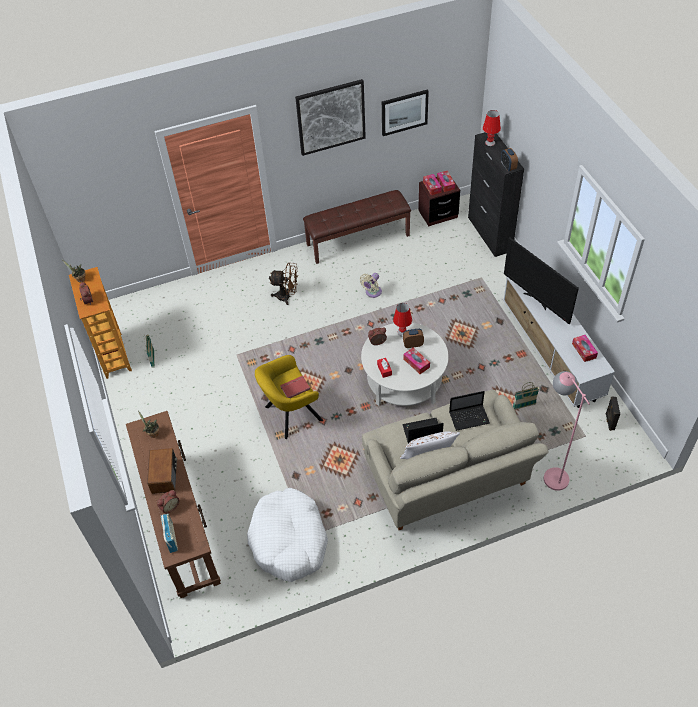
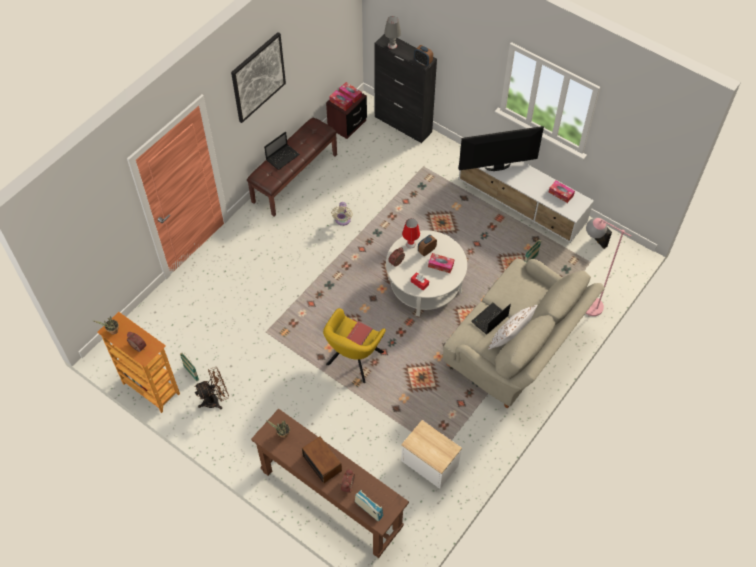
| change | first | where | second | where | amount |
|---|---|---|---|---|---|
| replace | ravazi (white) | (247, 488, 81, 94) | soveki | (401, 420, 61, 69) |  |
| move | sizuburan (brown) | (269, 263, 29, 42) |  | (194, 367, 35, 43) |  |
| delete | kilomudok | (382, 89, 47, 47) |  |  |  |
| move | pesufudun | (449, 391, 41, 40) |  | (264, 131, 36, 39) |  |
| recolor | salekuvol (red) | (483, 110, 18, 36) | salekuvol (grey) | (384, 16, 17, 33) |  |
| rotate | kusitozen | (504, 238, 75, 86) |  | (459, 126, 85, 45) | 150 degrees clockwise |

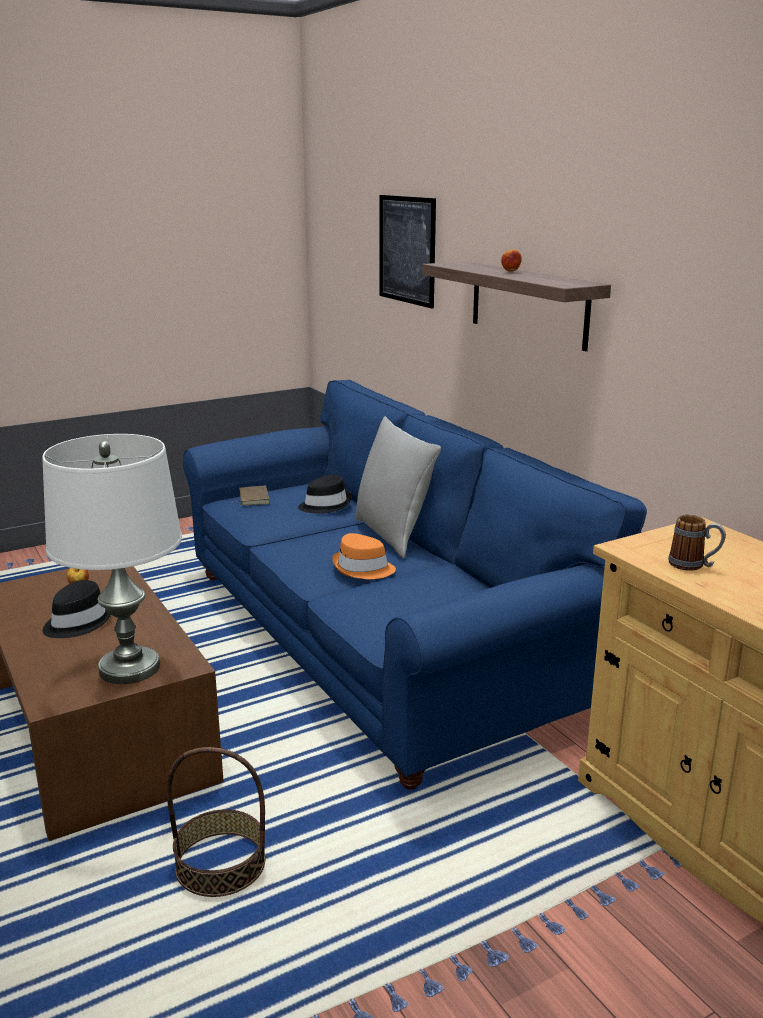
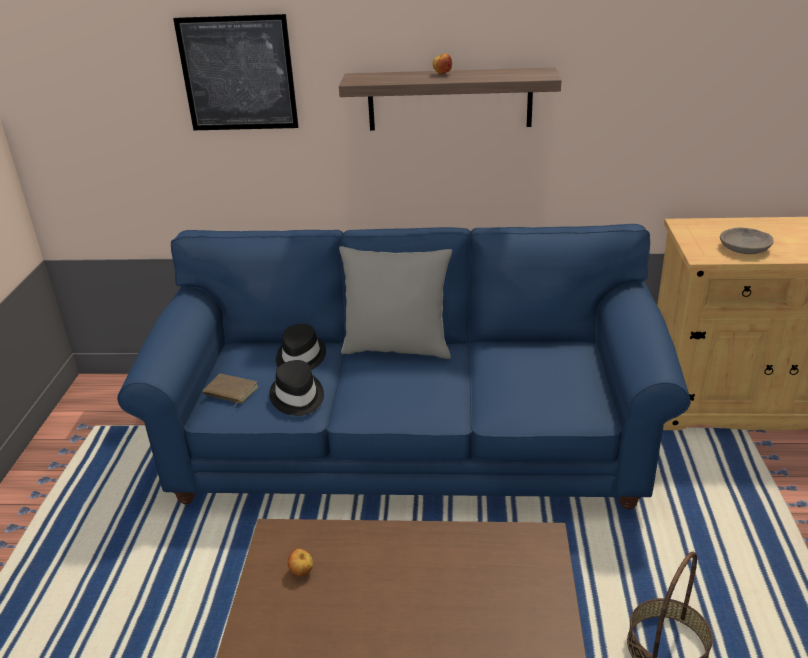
| change | first | where | second | where | amount |
|---|---|---|---|---|---|
| delete | salekuvol (white) | (42, 434, 140, 250) |  |  |  |
| move | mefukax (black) | (43, 580, 68, 58) |  | (269, 360, 55, 56) |  |
| delete | mefukax (orange) | (332, 533, 64, 46) |  |  |  |
| replace | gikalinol | (668, 515, 58, 56) | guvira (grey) | (720, 228, 54, 26) |  |

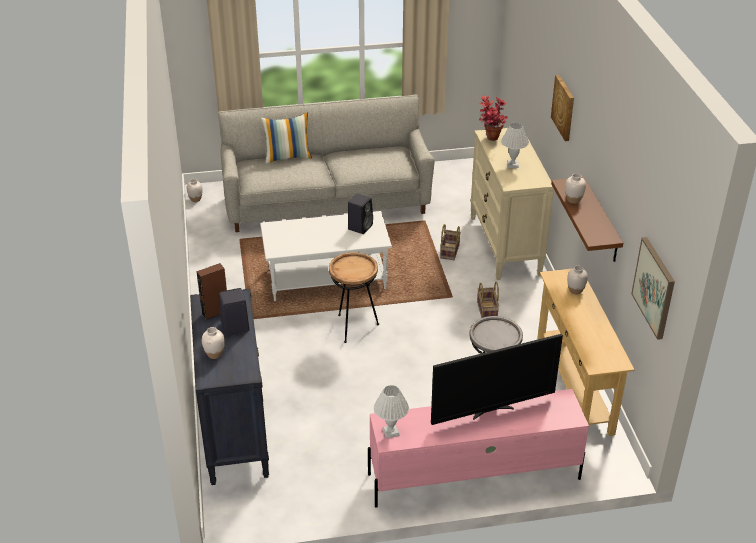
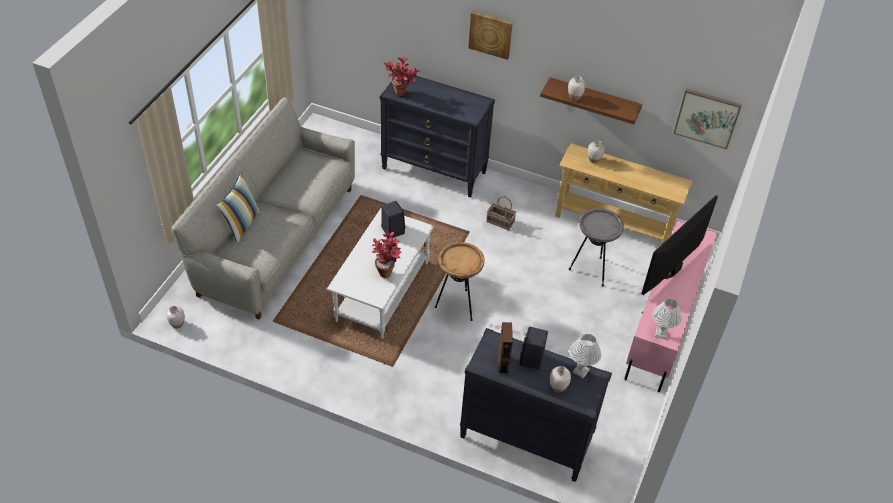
| change | first | where | second | where | amount |
|---|---|---|---|---|---|
| rotate | kusitozen | (431, 334, 132, 91) |  | (641, 195, 77, 100) | 150 degrees counterclockwise |
| delete | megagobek | (440, 224, 21, 36) |  |  |  |
| recolor | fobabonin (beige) | (470, 128, 84, 152) | fobabonin (black) | (380, 76, 115, 122) |  |
| move | salekuvol (white) | (501, 123, 28, 45) |  | (569, 334, 33, 44) |  |
| insert |  |  | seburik | (372, 232, 29, 46) |  |

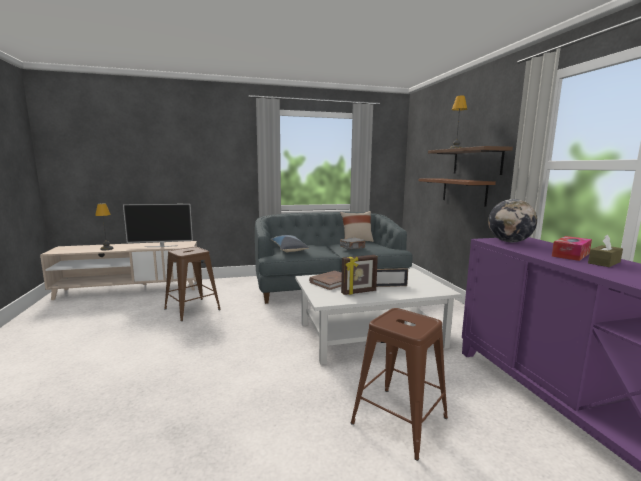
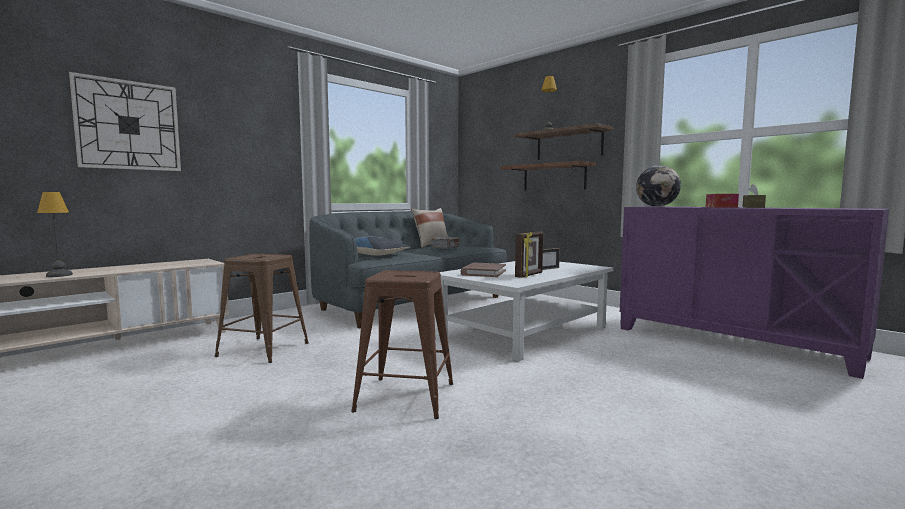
| change | first | where | second | where | amount |
|---|---|---|---|---|---|
| delete | kusitozen | (123, 204, 70, 43) |  |  |  |
| move | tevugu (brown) | (351, 308, 97, 153) |  | (351, 270, 102, 149) |  |
| insert |  |  | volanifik | (69, 72, 112, 99) |  |

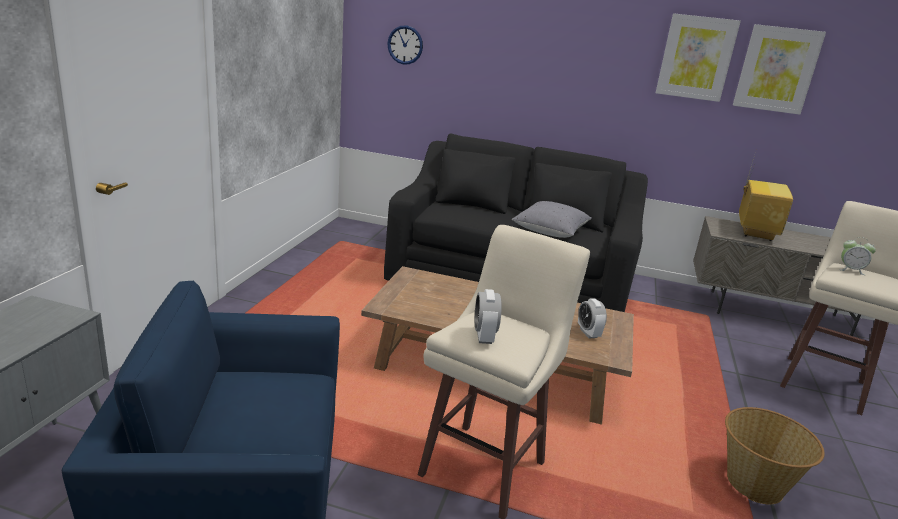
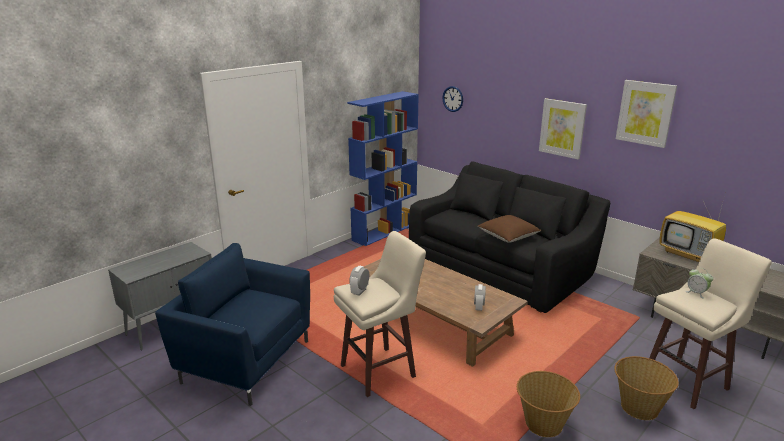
| change | first | where | second | where | amount |
|---|---|---|---|---|---|
| recolor | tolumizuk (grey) | (512, 201, 80, 37) | tolumizuk (brown) | (478, 215, 63, 28) |  |
| move | kilomudok | (733, 24, 93, 91) |  | (539, 98, 48, 62) |  |
| rotate | kusitozen | (739, 148, 54, 93) |  | (659, 199, 67, 63) | 90 degrees clockwise |
| insert |  |  | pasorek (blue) | (347, 91, 72, 155) |  |
| insert |  |  | megagobek | (614, 356, 65, 64) |  |

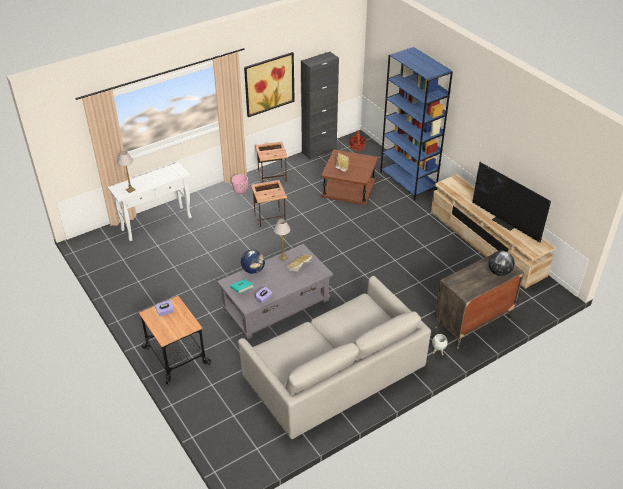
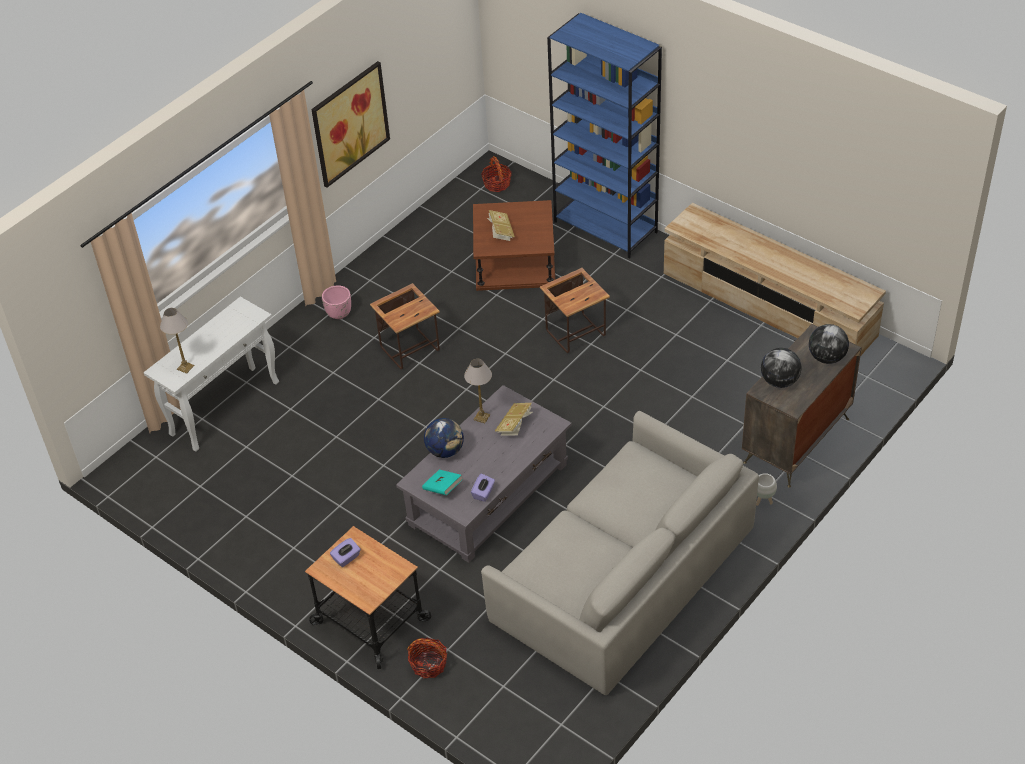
| change | first | where | second | where | amount |
|---|---|---|---|---|---|
| move | soveki | (255, 142, 33, 41) |  | (540, 268, 70, 85) |  |
| delete | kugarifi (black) | (301, 52, 38, 107) |  |  |  |
| delete | kusitozen | (472, 162, 79, 81) |  |  |  |
| insert |  |  | megagobek | (407, 638, 40, 41) |  |
| insert |  |  | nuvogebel | (761, 348, 40, 40) |  |

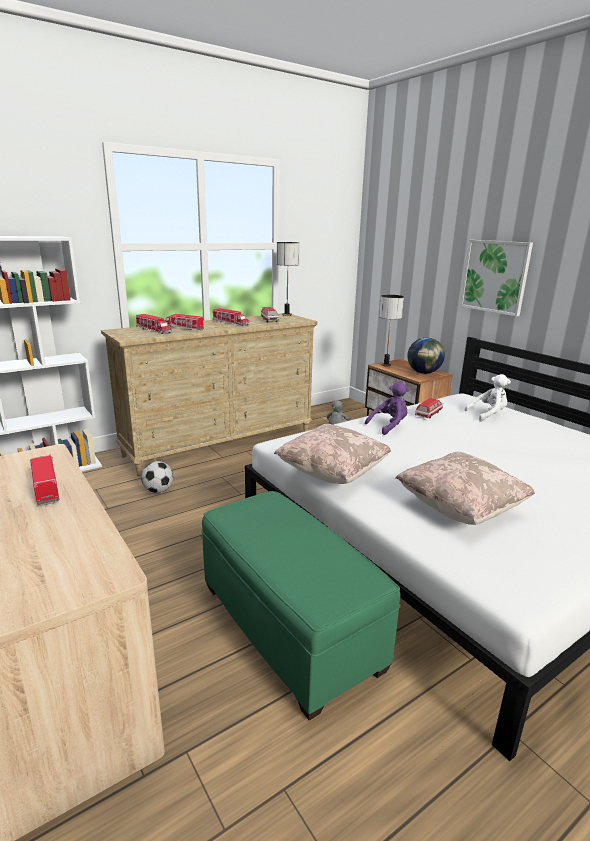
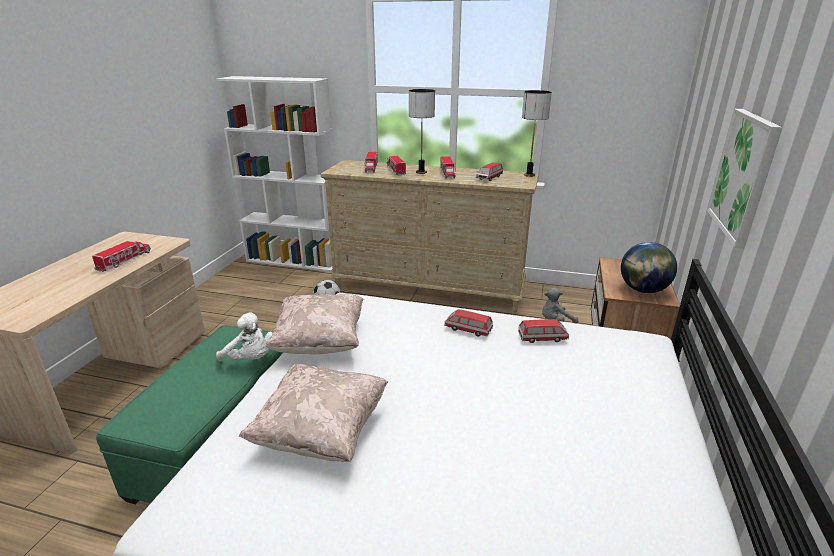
| change | first | where | second | where | amount |
|---|---|---|---|---|---|
| replace | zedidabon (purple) | (365, 382, 44, 53) | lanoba | (444, 309, 49, 28) |  |
| move | salekuvol | (379, 295, 25, 71) |  | (409, 89, 26, 85) |  |
| move | zedidabon (white) | (465, 374, 46, 48) |  | (216, 312, 57, 50) |  |

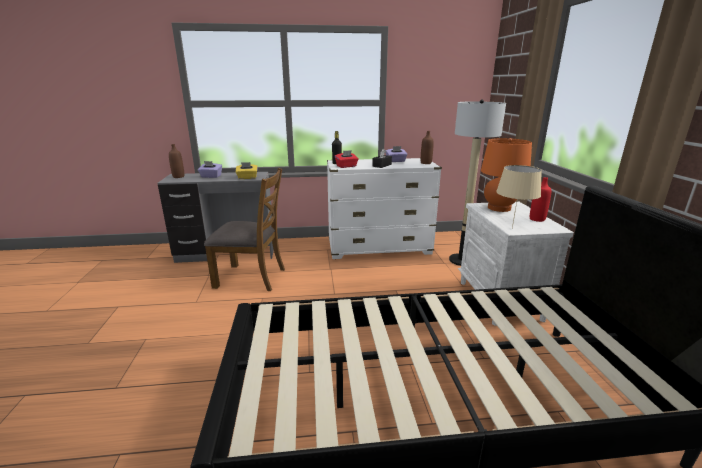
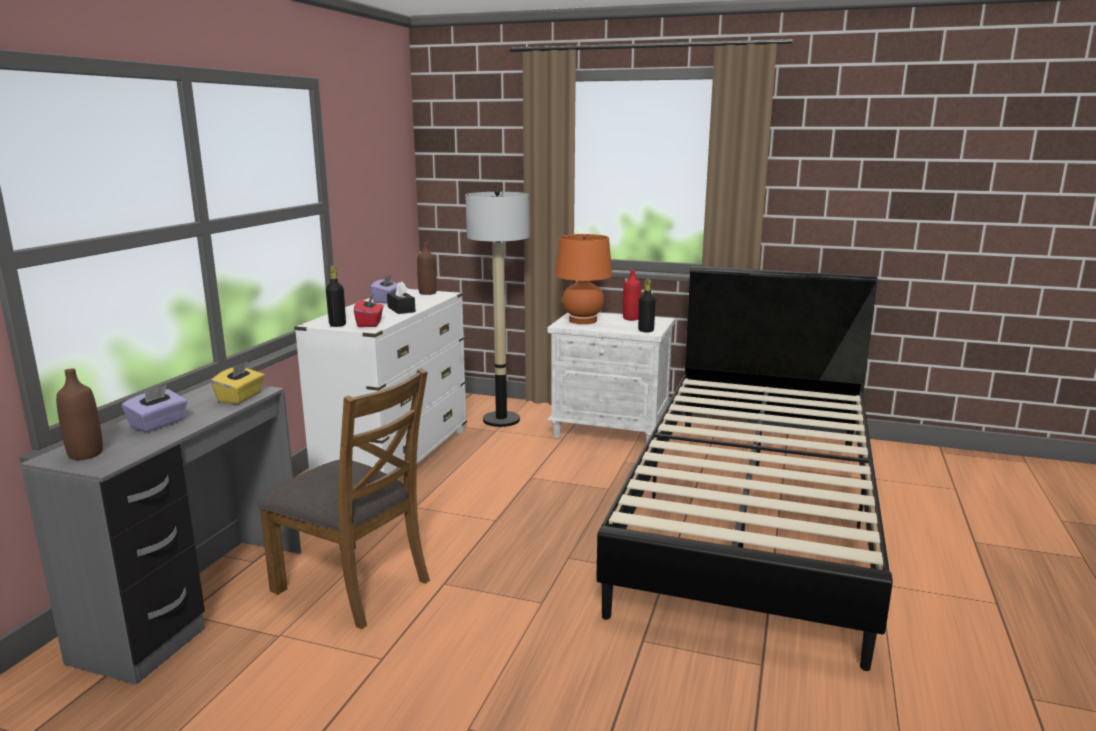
| change | first | where | second | where | amount |
|---|---|---|---|---|---|
| rotate | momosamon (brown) | (204, 168, 81, 123) |  | (258, 368, 172, 261) | 90 degrees clockwise |
| replace | salekuvol (beige) | (496, 165, 46, 63) | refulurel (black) | (638, 279, 18, 53) |  |

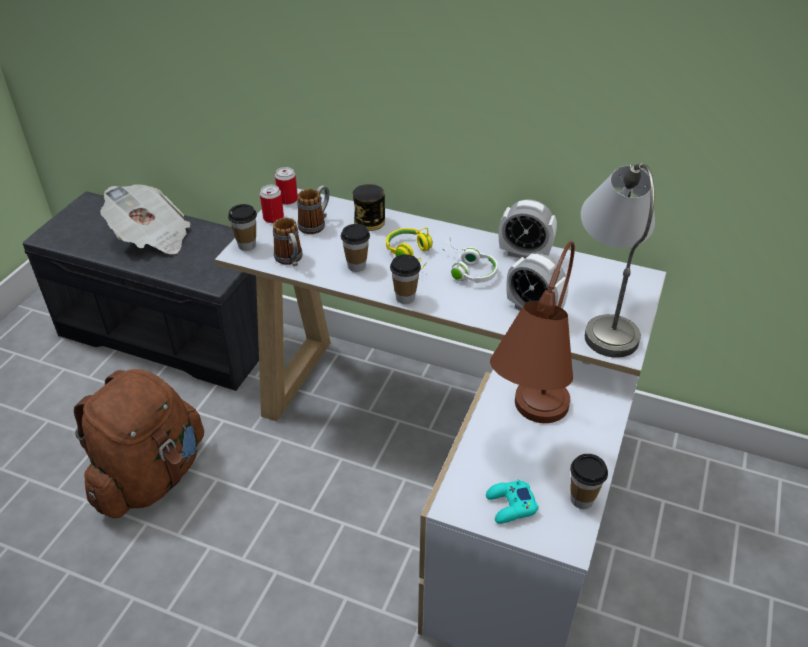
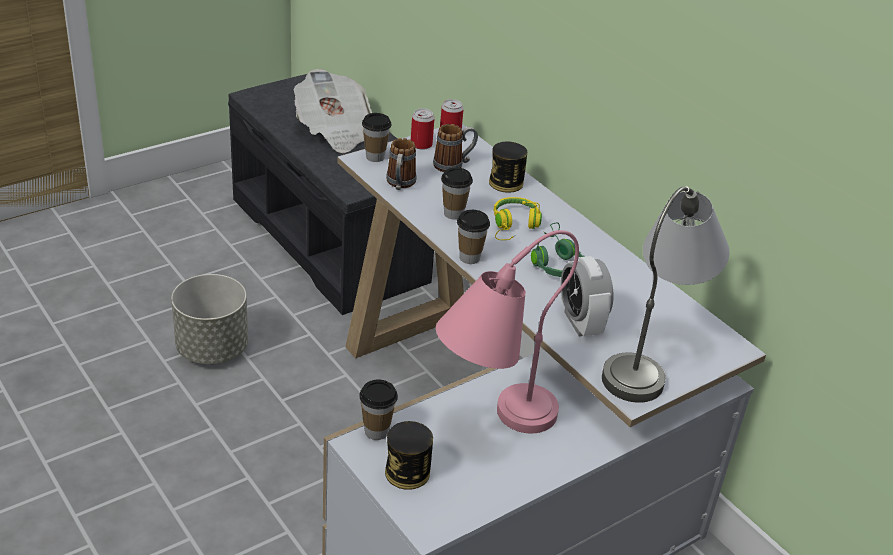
| change | first | where | second | where | amount |
|---|---|---|---|---|---|
| replace | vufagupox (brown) | (74, 369, 130, 149) | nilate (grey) | (171, 274, 77, 90) |  |
| recolor | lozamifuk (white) | (443, 237, 55, 46) | lozamifuk (green) | (531, 222, 54, 55) |  |
| replace | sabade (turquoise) | (486, 479, 53, 45) | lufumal | (385, 421, 48, 69) |  |
| recolor | salekuvol (brown) | (490, 241, 85, 182) | salekuvol (pink) | (436, 230, 143, 203) |  |
| delete | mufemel | (499, 199, 58, 60) |  |  |  |
| move | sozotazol | (570, 454, 38, 55) |  | (359, 379, 39, 61) |  |

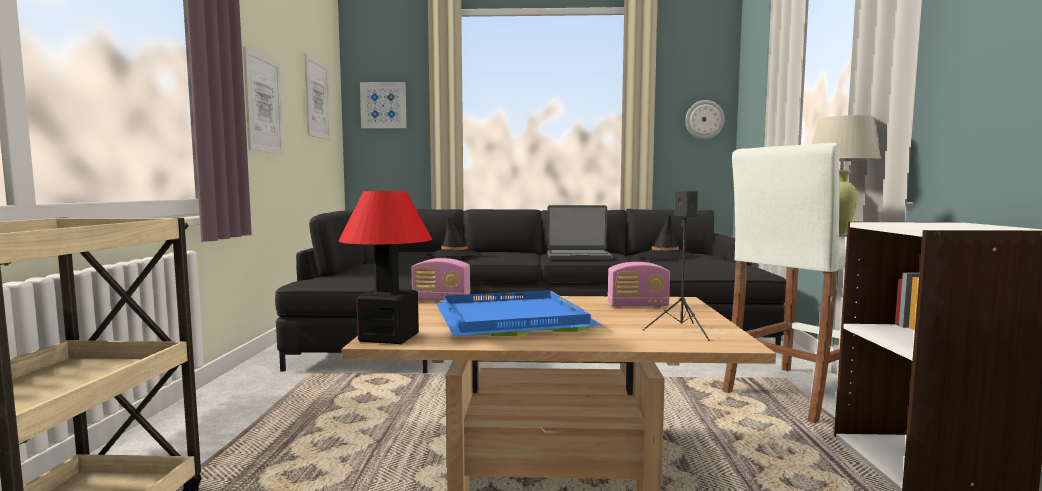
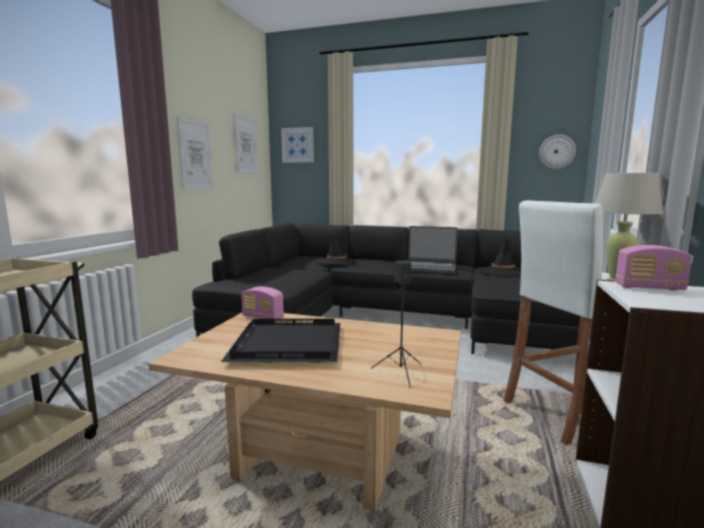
| change | first | where | second | where | amount |
|---|---|---|---|---|---|
| delete | salekuvol | (338, 191, 94, 153) |  |  |  |
| recolor | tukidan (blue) | (436, 290, 167, 46) | tukidan (black) | (221, 319, 119, 45) |  |
| move | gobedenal | (607, 262, 63, 46) |  | (615, 245, 77, 46) |  |

